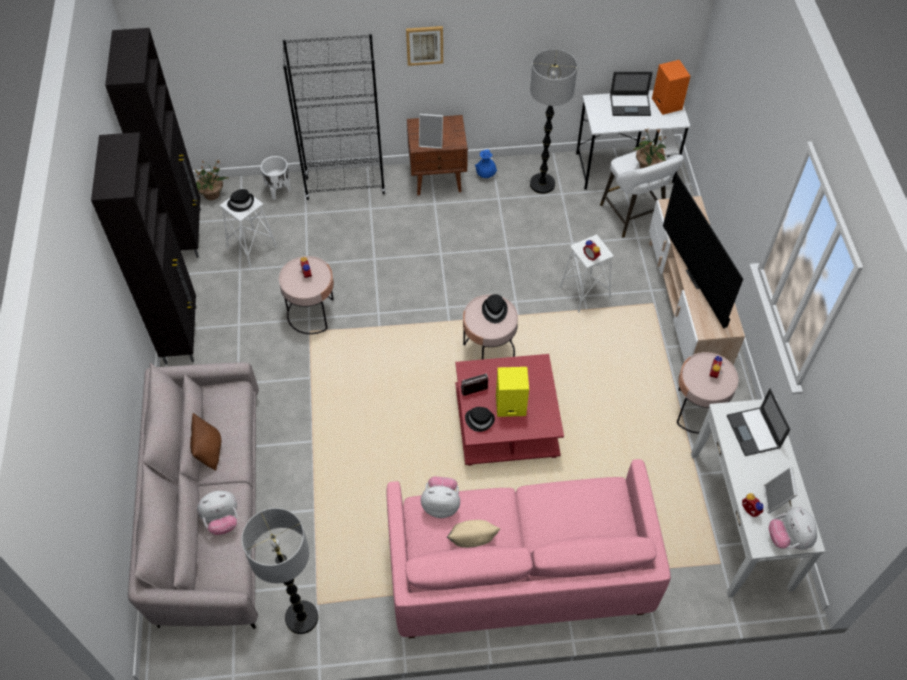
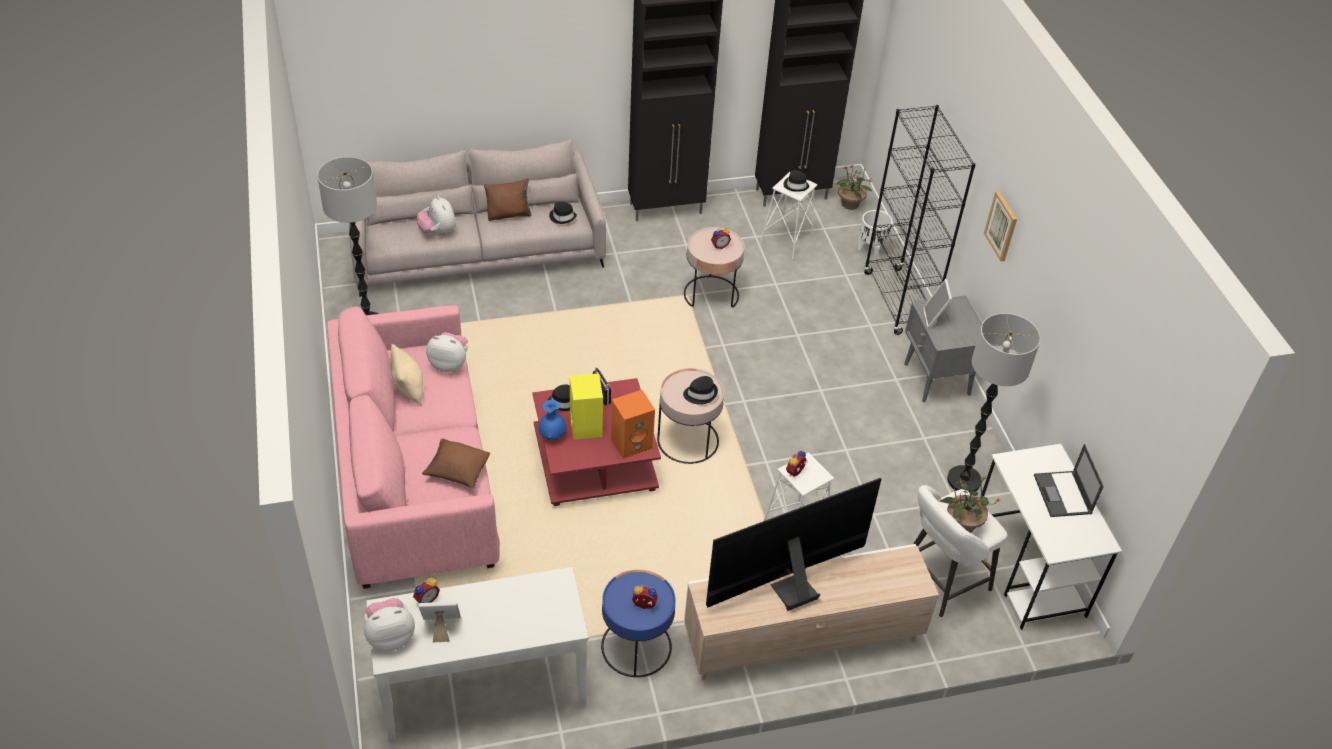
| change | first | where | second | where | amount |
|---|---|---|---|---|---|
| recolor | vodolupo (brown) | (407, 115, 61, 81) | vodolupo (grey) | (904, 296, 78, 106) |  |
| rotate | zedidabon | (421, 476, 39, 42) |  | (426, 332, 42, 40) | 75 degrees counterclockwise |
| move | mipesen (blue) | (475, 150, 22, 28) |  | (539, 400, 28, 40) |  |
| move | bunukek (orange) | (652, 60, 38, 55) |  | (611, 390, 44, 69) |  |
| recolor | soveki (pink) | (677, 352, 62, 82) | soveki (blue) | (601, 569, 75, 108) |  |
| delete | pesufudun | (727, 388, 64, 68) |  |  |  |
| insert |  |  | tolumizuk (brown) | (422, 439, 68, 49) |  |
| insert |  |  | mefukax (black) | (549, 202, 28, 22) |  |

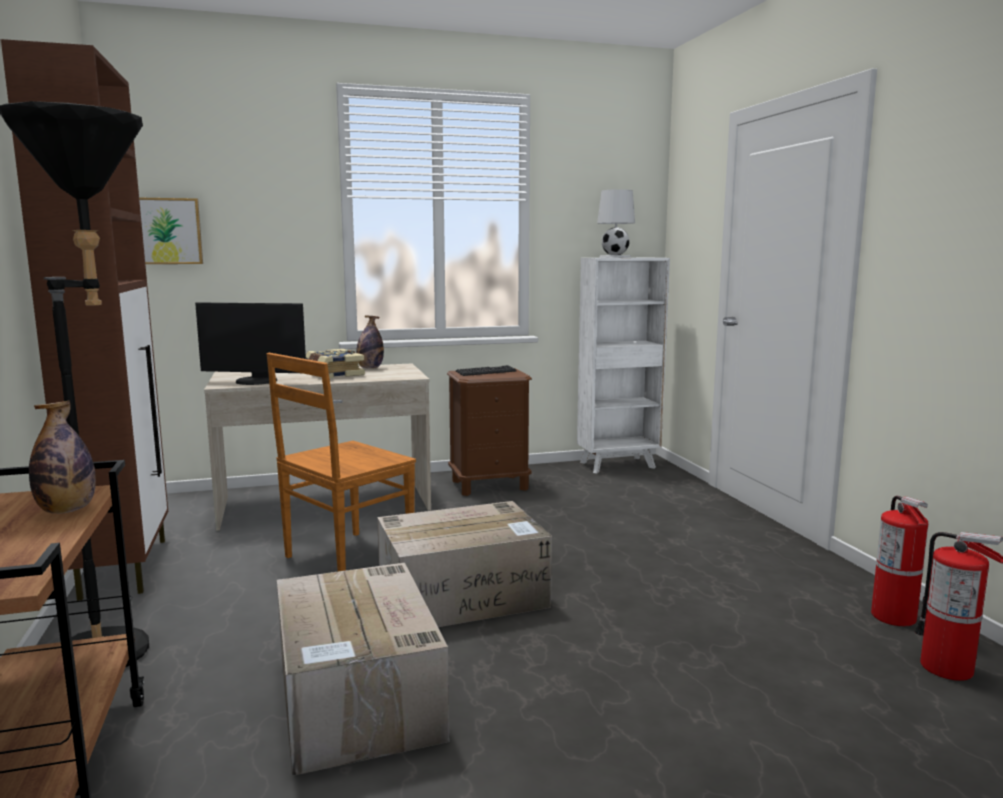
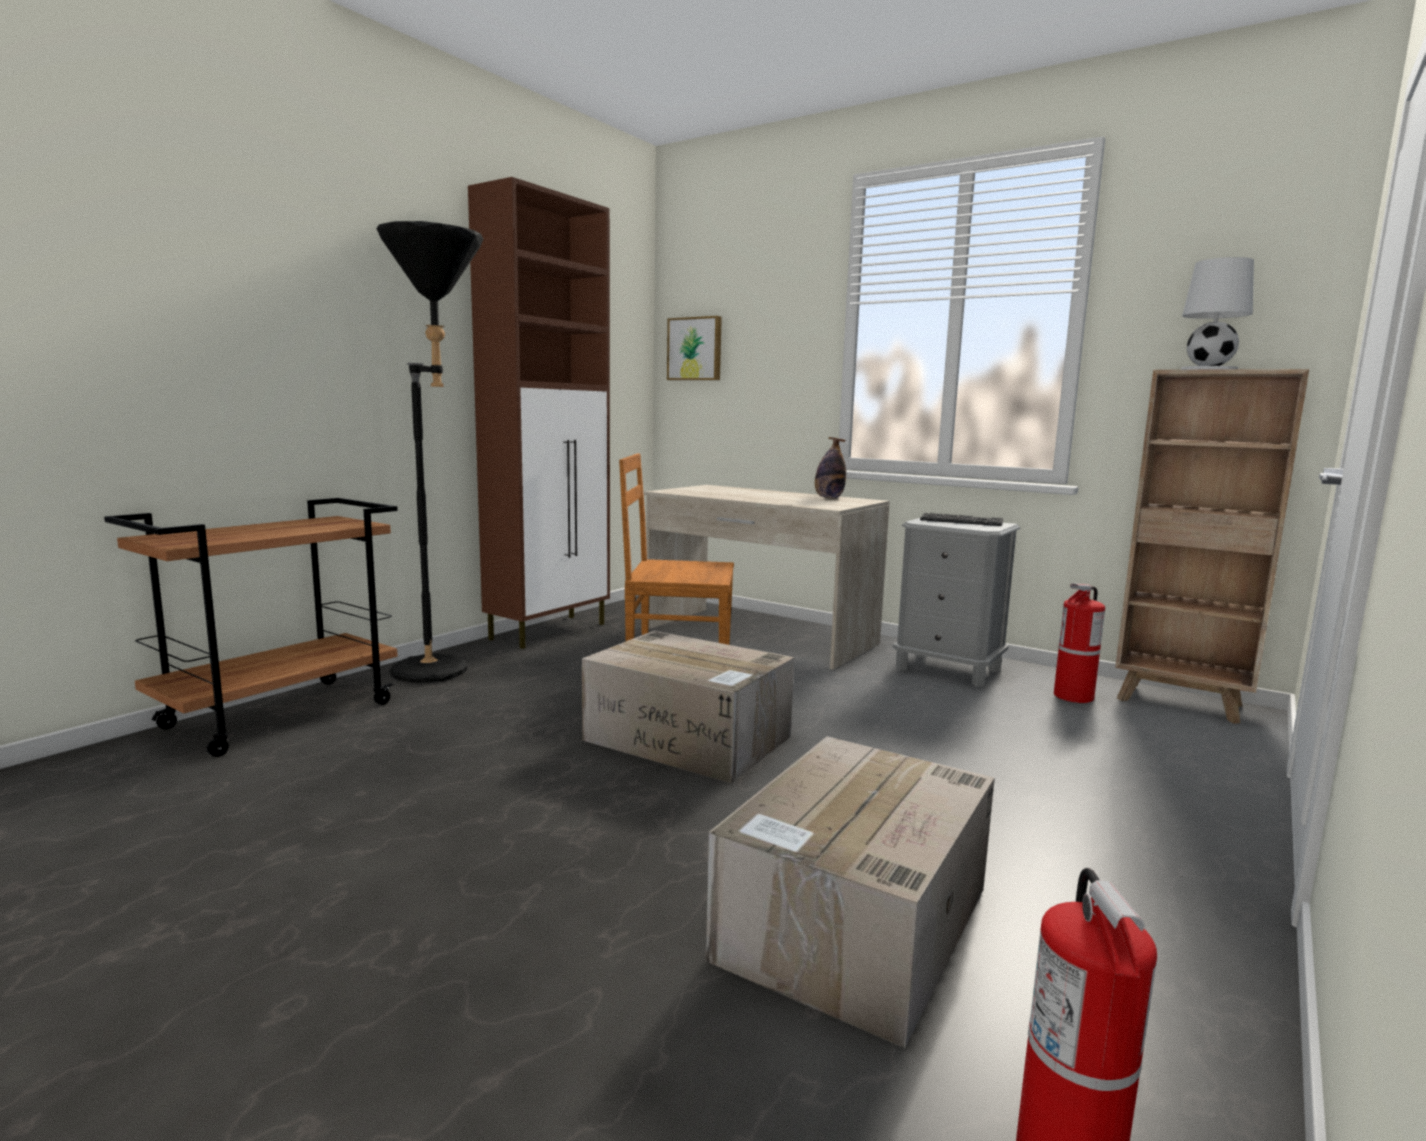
| change | first | where | second | where | amount |
|---|---|---|---|---|---|
| delete | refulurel | (29, 401, 67, 113) |  |  |  |
| delete | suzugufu | (195, 302, 111, 83) |  |  |  |
| move | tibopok | (277, 563, 172, 213) |  | (706, 736, 289, 312) |  |
| delete | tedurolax | (306, 349, 59, 29) |  |  |  |
| recolor | vodolupo (brown) | (447, 369, 85, 127) | vodolupo (grey) | (893, 518, 127, 169) |  |
| recolor | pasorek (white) | (577, 258, 93, 216) | pasorek (brown) | (1115, 369, 194, 355) |  |
| move | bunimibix | (871, 496, 57, 130) |  | (1054, 583, 51, 120) |  |

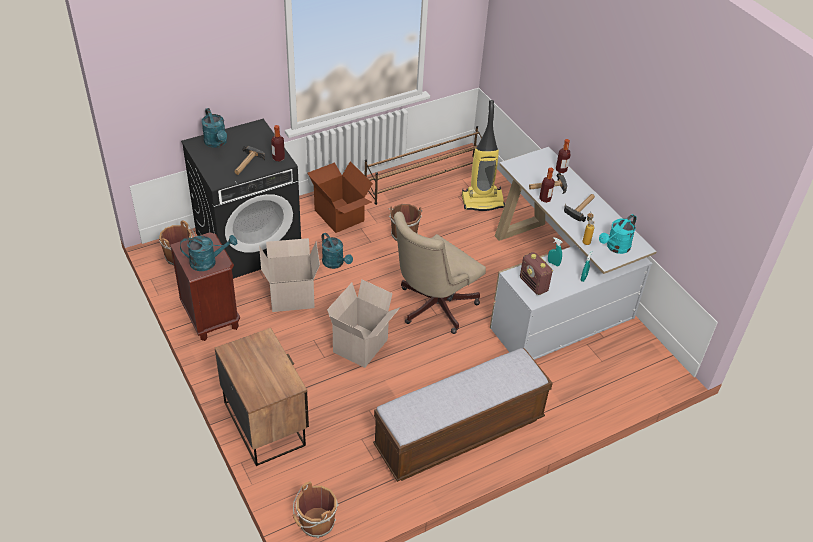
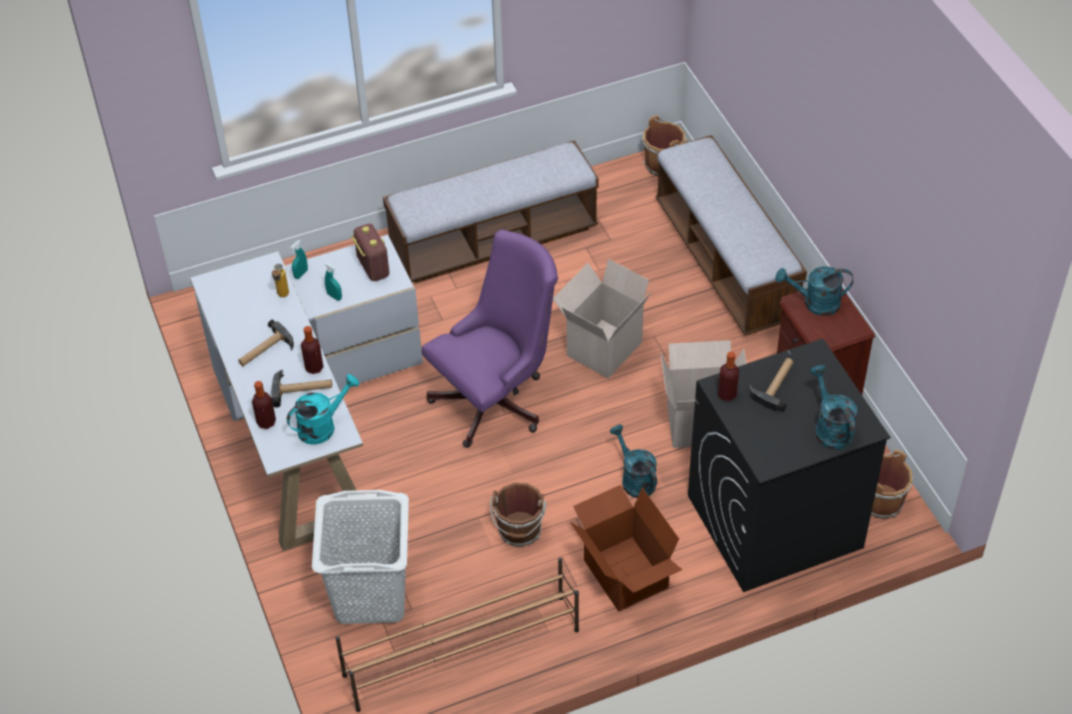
| change | first | where | second | where | amount |
|---|---|---|---|---|---|
| replace | vodolupo | (215, 328, 94, 138) | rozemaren | (656, 135, 151, 201) |  |
| recolor | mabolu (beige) | (394, 212, 92, 122) | mabolu (purple) | (422, 230, 136, 218) |  |
| replace | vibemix | (462, 100, 43, 111) | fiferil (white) | (312, 490, 97, 134) |  |
| move | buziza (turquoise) | (599, 214, 37, 40) |  | (287, 374, 72, 71) |  |

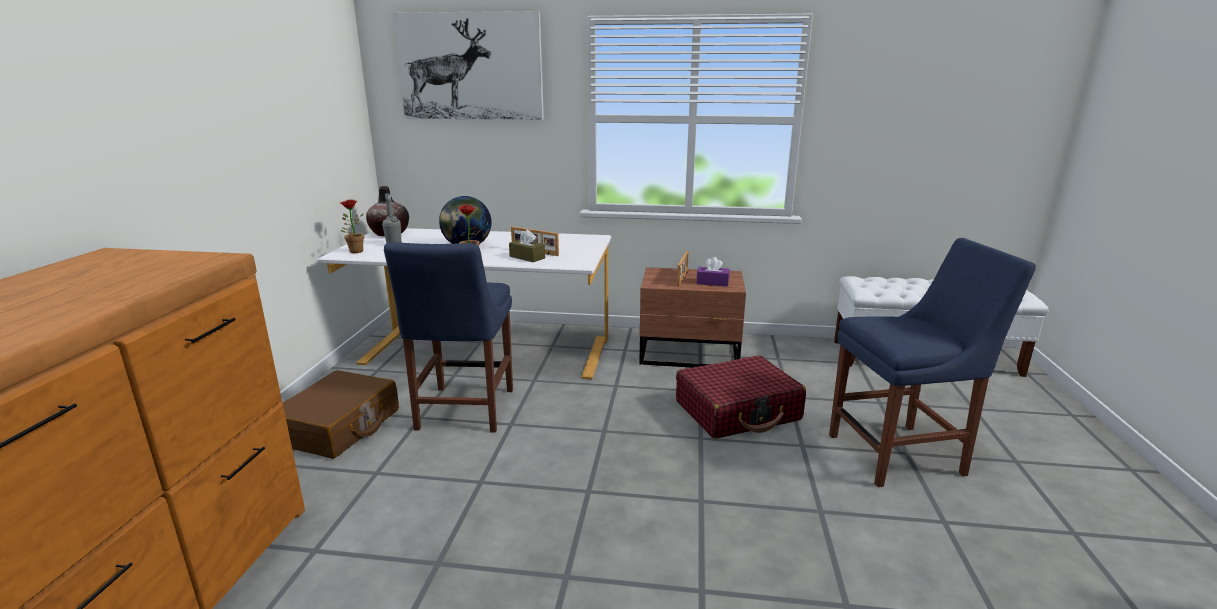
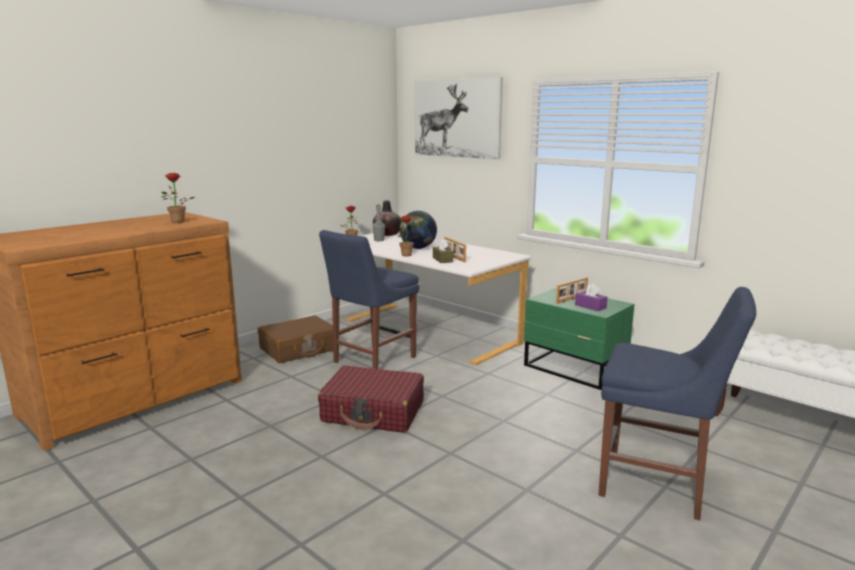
| change | first | where | second | where | amount |
|---|---|---|---|---|---|
| recolor | vodolupo (brown) | (639, 267, 107, 101) | vodolupo (green) | (524, 287, 111, 103) |  |
| move | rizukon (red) | (676, 355, 130, 84) |  | (318, 365, 106, 68) |  |
| insert |  |  | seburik | (162, 173, 32, 50) |  |

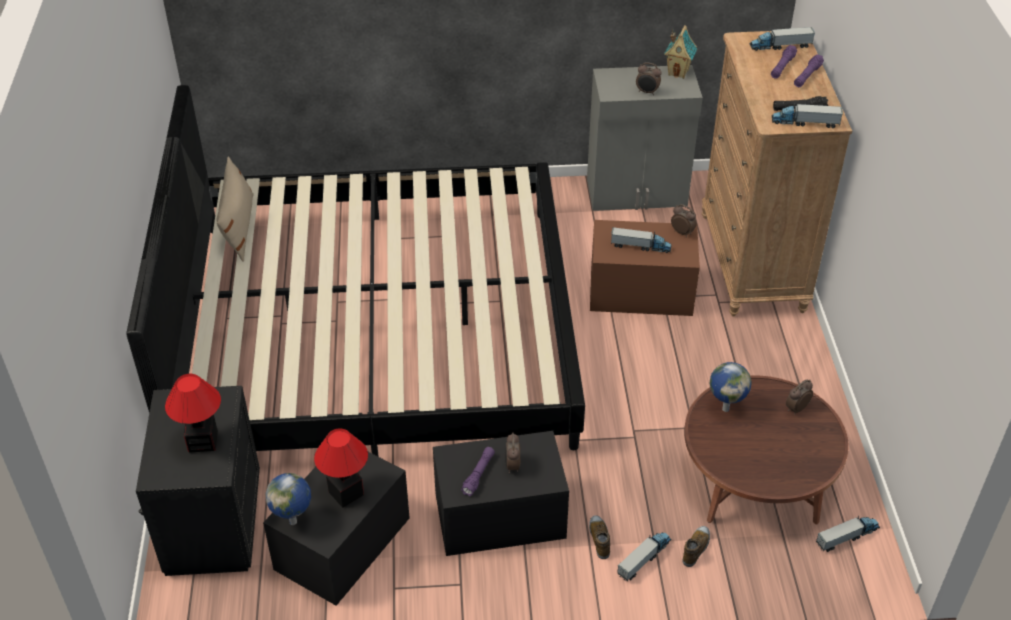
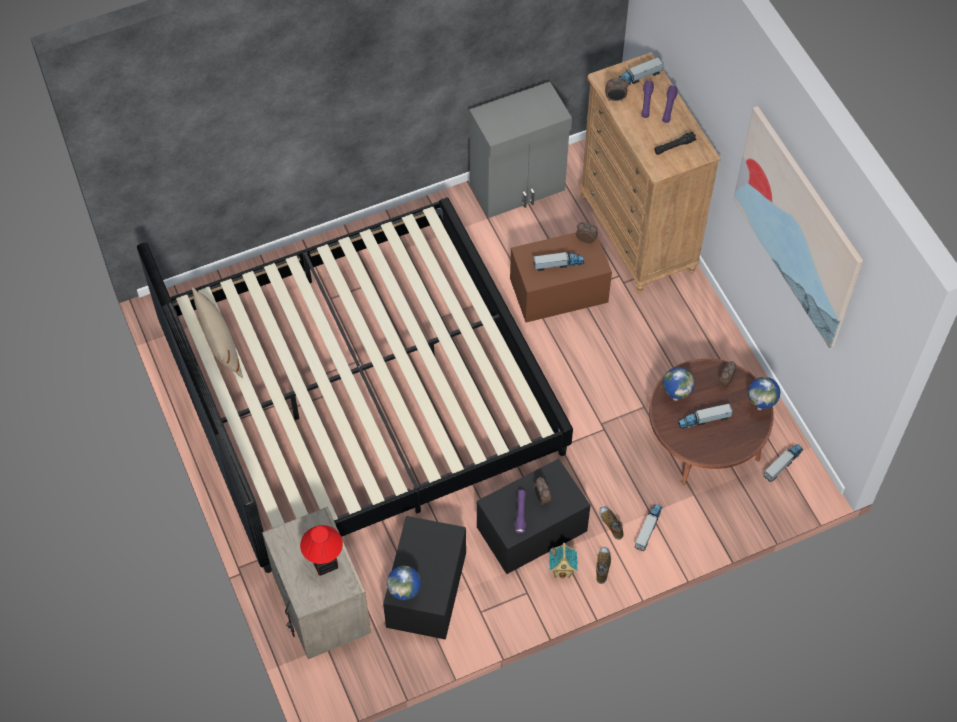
| change | first | where | second | where | amount |
|---|---|---|---|---|---|
| recolor | vodolupo (black) | (136, 386, 124, 190) | vodolupo (beige) | (262, 507, 109, 152) |  |
| delete | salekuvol | (314, 428, 54, 80) |  |  |  |
| move | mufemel | (636, 63, 26, 32) |  | (605, 78, 24, 23) |  |
| move | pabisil | (664, 25, 33, 54) |  | (549, 543, 28, 36) |  |
| move | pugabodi | (682, 526, 28, 41) |  | (596, 547, 15, 37) |  |
| move | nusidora | (772, 103, 71, 25) |  | (678, 403, 55, 26) |  |
| insert |  |  | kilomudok | (733, 106, 130, 242) |  |
| insert |  |  | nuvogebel | (748, 377, 32, 33) |  |

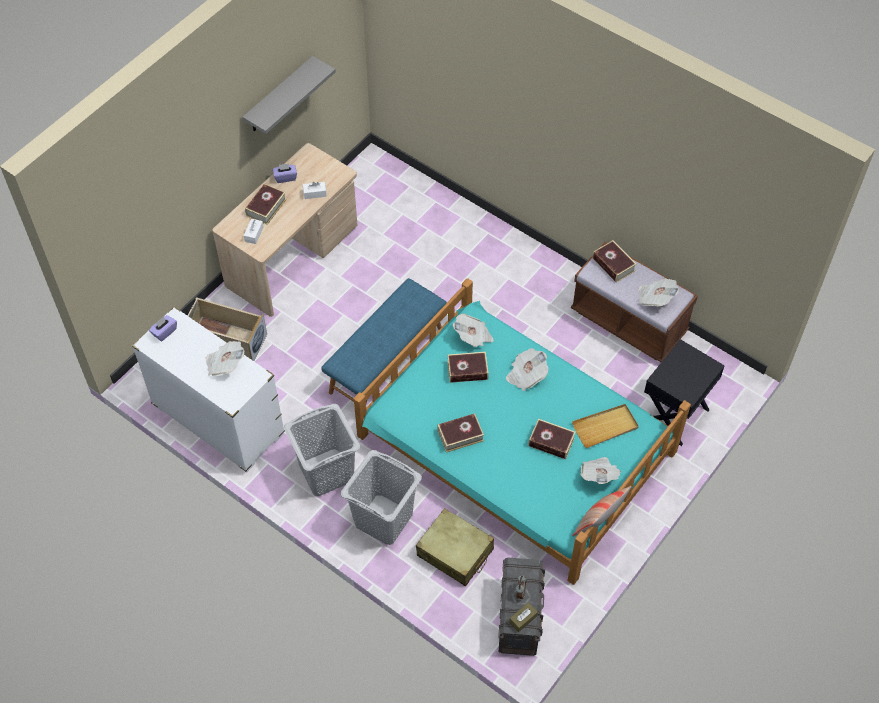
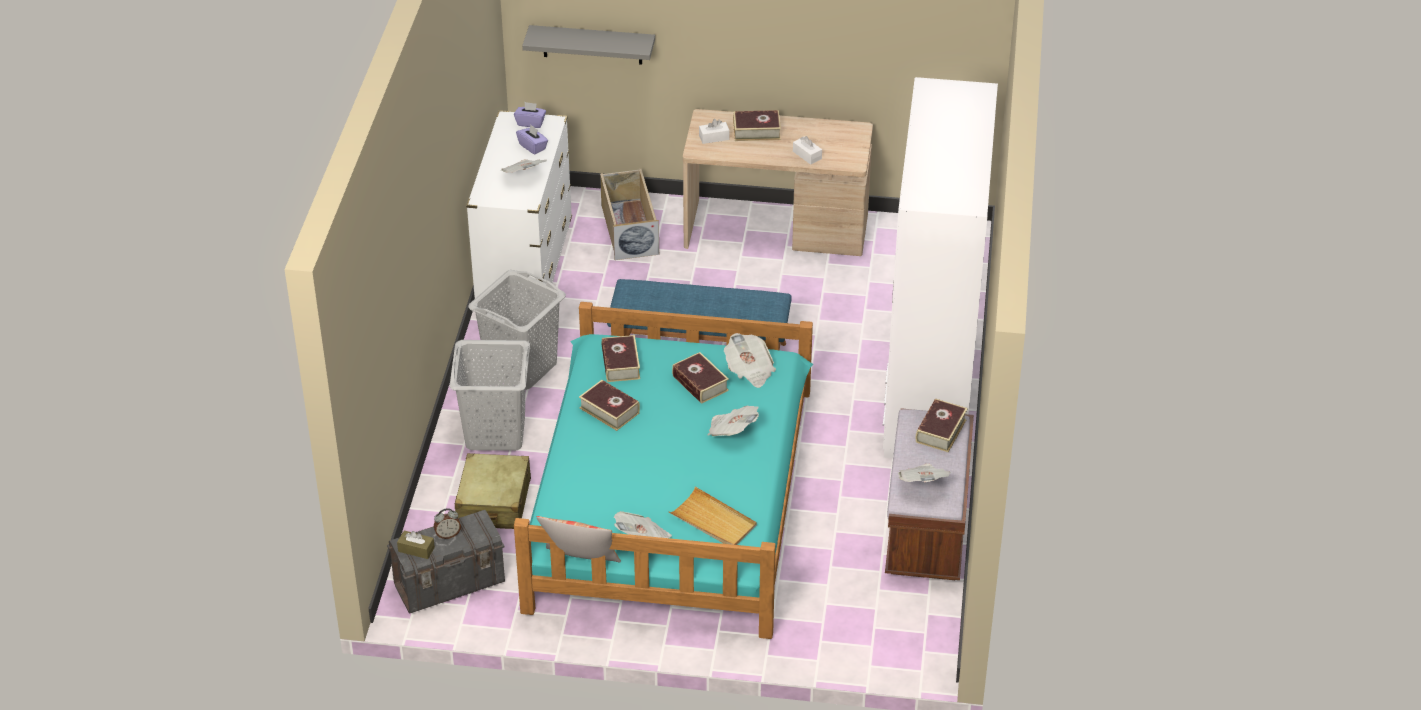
| change | first | where | second | where | amount |
|---|---|---|---|---|---|
| move | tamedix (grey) | (243, 56, 93, 78) |  | (522, 25, 133, 40) |  |
| move | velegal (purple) | (273, 164, 24, 19) |  | (516, 125, 32, 29) |  |
| move | tedurolax | (528, 419, 48, 40) |  | (602, 335, 38, 47) |  |
| delete | vodolupo (black) | (644, 339, 81, 107) |  |  |  |
| insert |  |  | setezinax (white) | (883, 77, 115, 381) |  |

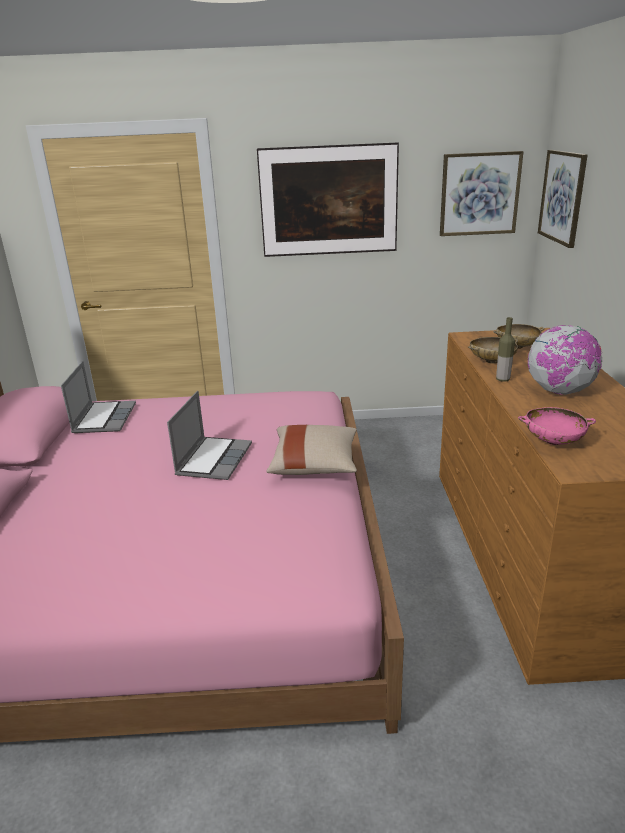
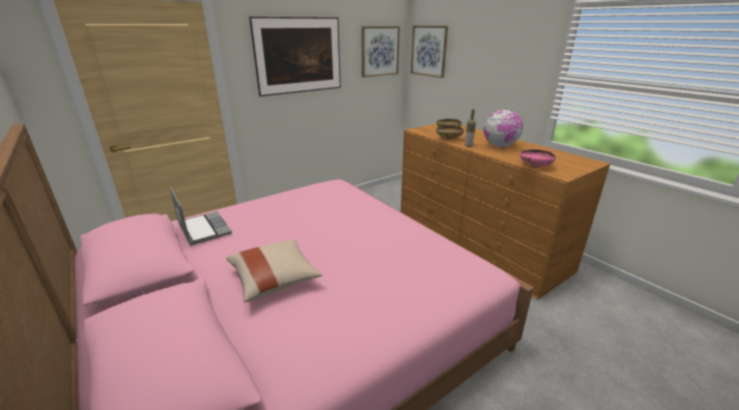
| change | first | where | second | where | amount |
|---|---|---|---|---|---|
| delete | pesufudun | (167, 391, 85, 89) |  |  |  |
| move | tolumizuk (beige) | (267, 425, 90, 50) |  | (226, 239, 96, 63) |  |

